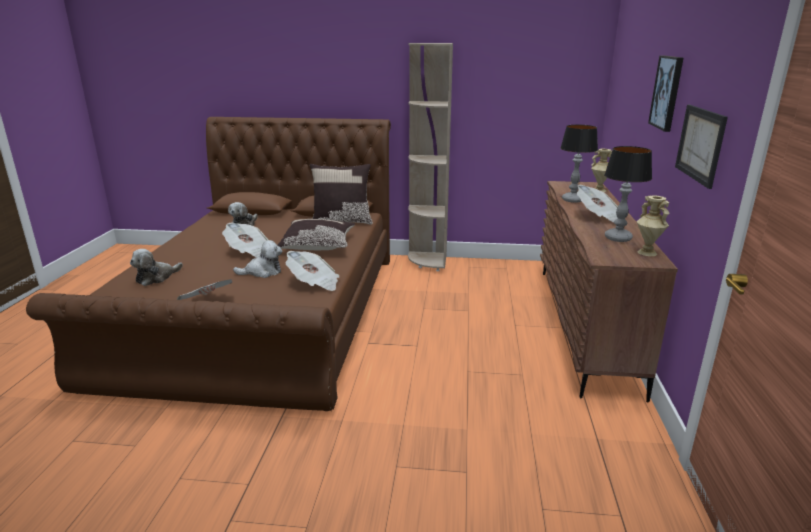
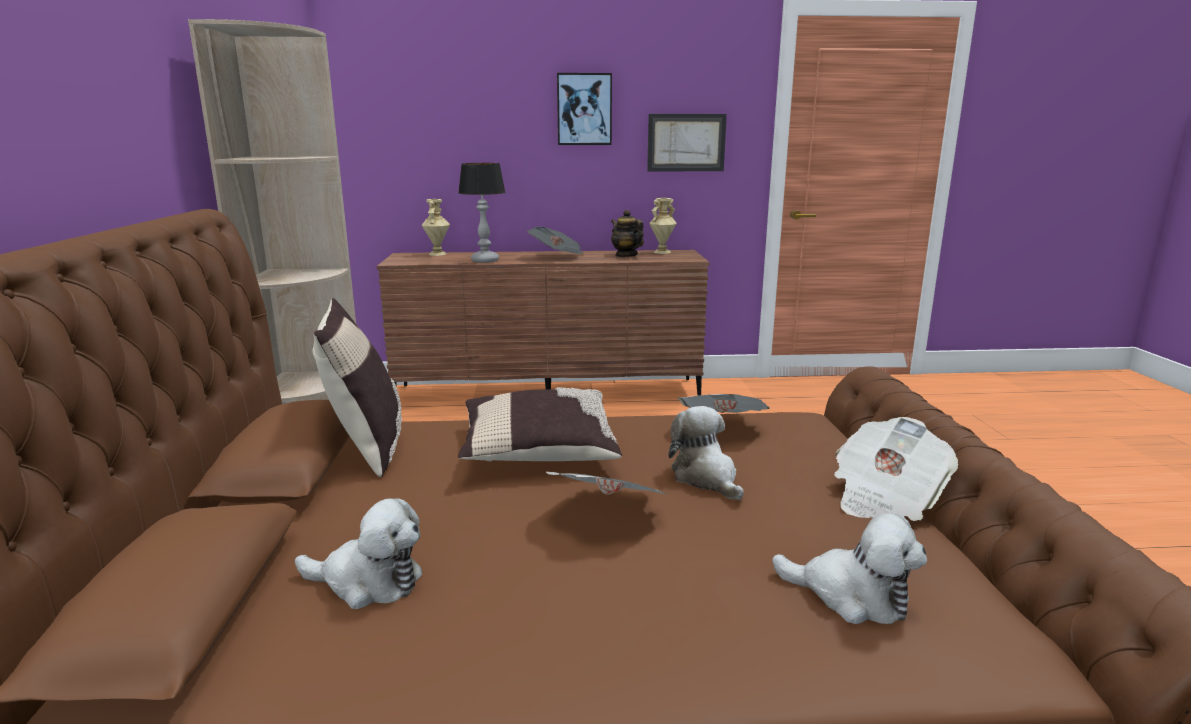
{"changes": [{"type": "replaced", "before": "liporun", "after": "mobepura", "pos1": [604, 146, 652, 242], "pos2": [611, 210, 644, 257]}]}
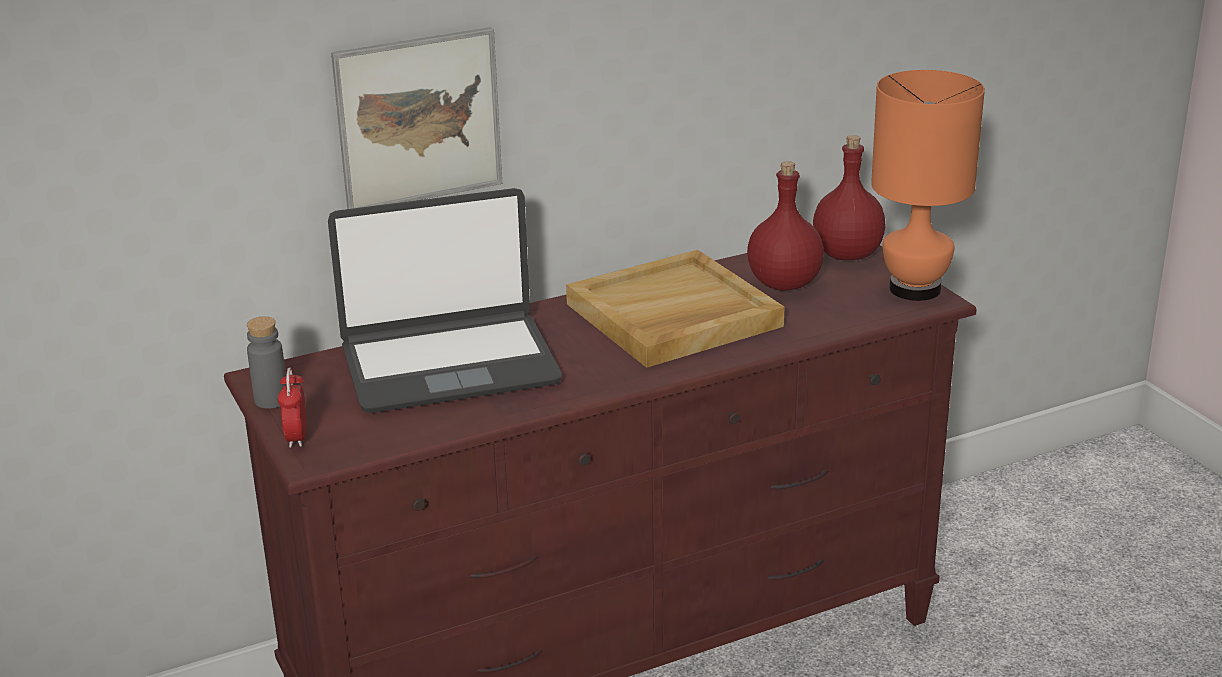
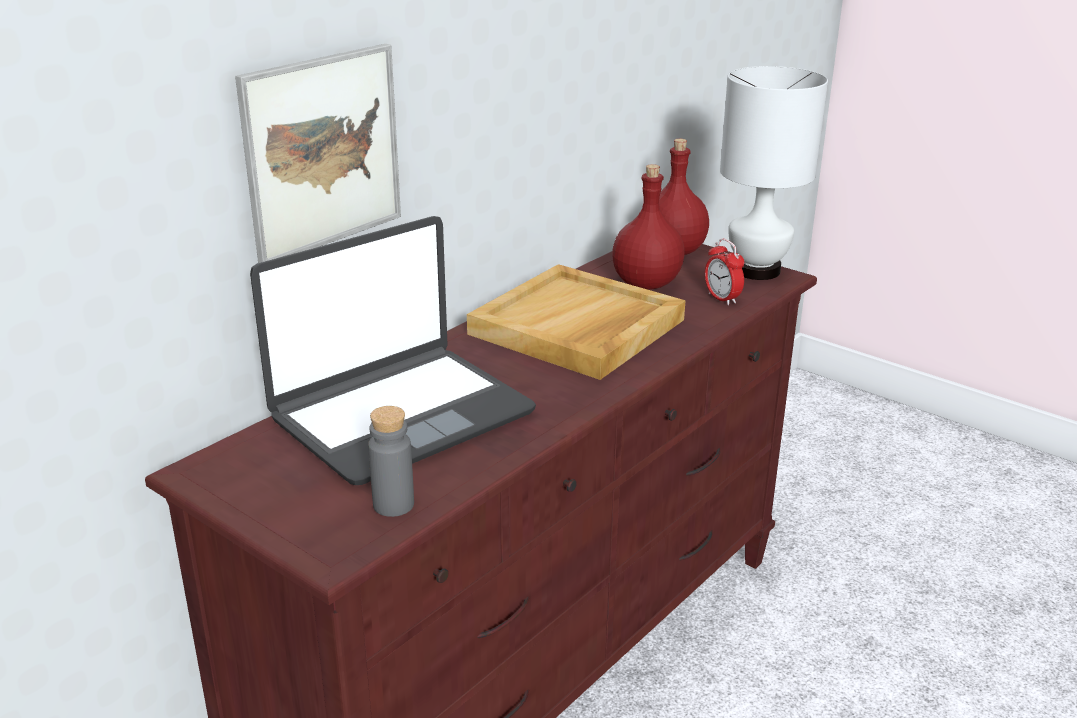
{"changes": [{"type": "moved", "before": "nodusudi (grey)", "pos1": [247, 317, 286, 409], "pos2": [368, 406, 414, 517]}, {"type": "moved", "before": "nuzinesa", "pos1": [278, 368, 306, 448], "pos2": [705, 239, 744, 305]}, {"type": "recoloured", "before": "liporun (orange)", "after": "liporun (white)", "pos1": [871, 70, 985, 301], "pos2": [720, 66, 828, 280]}]}
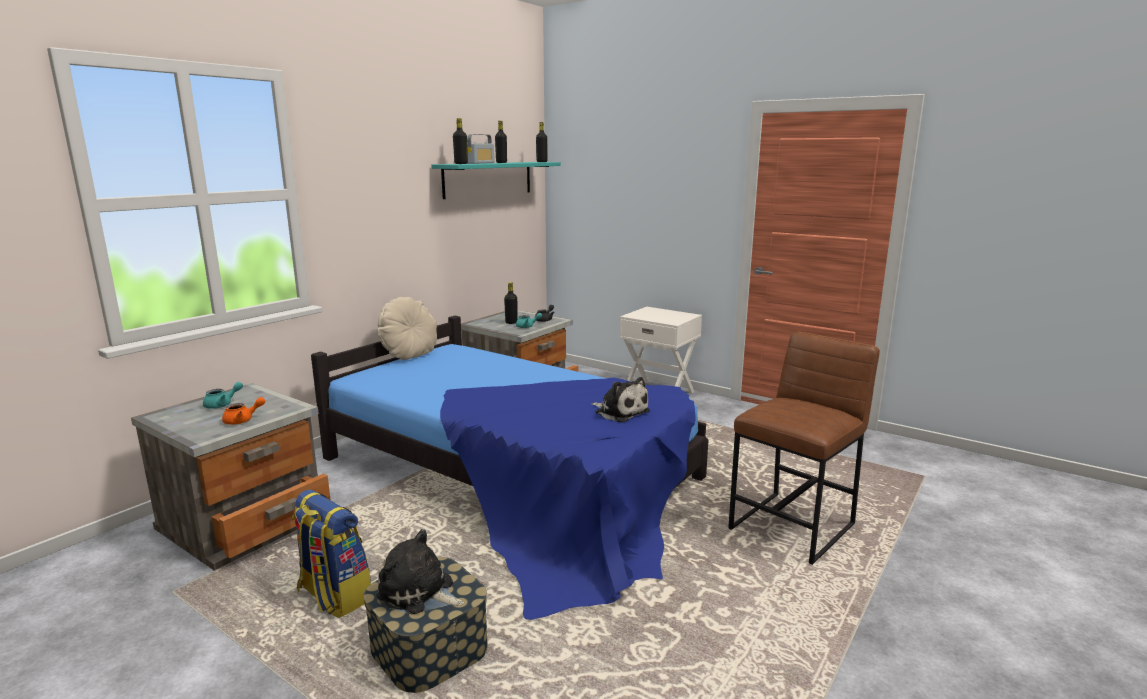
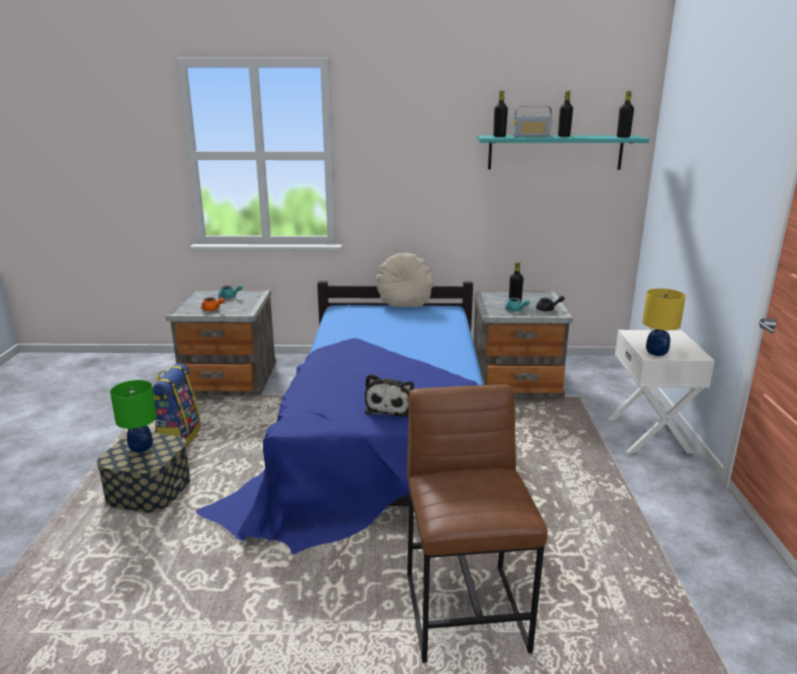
{"changes": [{"type": "replaced", "before": "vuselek", "after": "liporun (green)", "pos1": [376, 529, 464, 614], "pos2": [110, 380, 157, 453]}, {"type": "turned", "before": "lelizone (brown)", "pos1": [728, 332, 880, 565], "pos2": [407, 384, 548, 663], "turn": -105}, {"type": "added", "after": "liporun (yellow)", "pos2": [642, 288, 686, 356]}]}
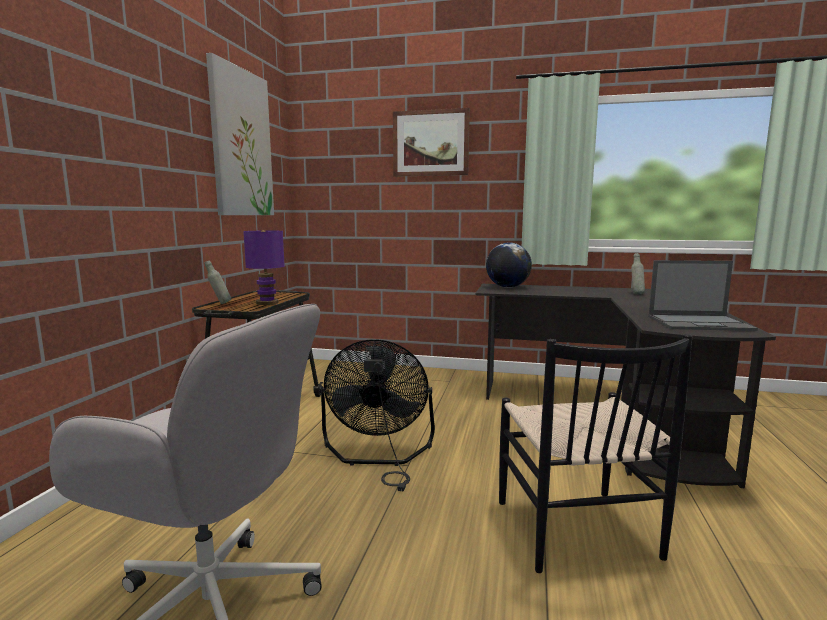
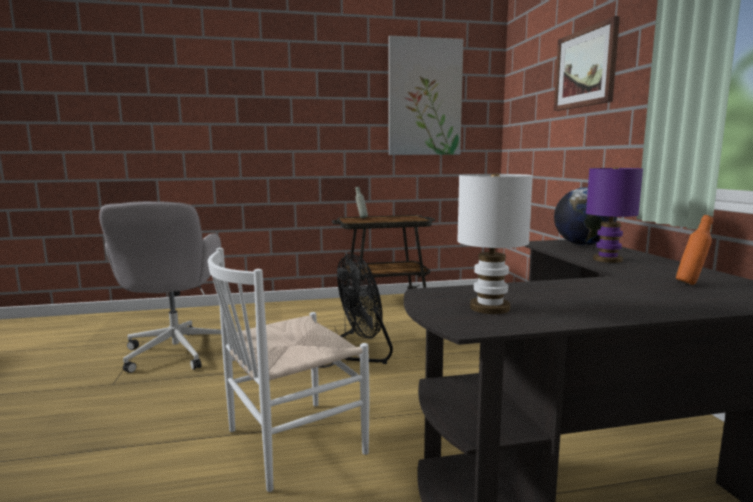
{"changes": [{"type": "recoloured", "before": "lelizone (black)", "after": "lelizone (white)", "pos1": [499, 334, 692, 573], "pos2": [208, 248, 369, 492]}, {"type": "replaced", "before": "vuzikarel", "after": "liporun (white)", "pos1": [648, 260, 758, 331], "pos2": [457, 174, 533, 314]}, {"type": "moved", "before": "liporun (purple)", "pos1": [243, 230, 285, 305], "pos2": [586, 167, 643, 263]}, {"type": "recoloured", "before": "nodusudi (grey)", "after": "nodusudi (orange)", "pos1": [631, 253, 645, 294], "pos2": [676, 215, 713, 285]}]}
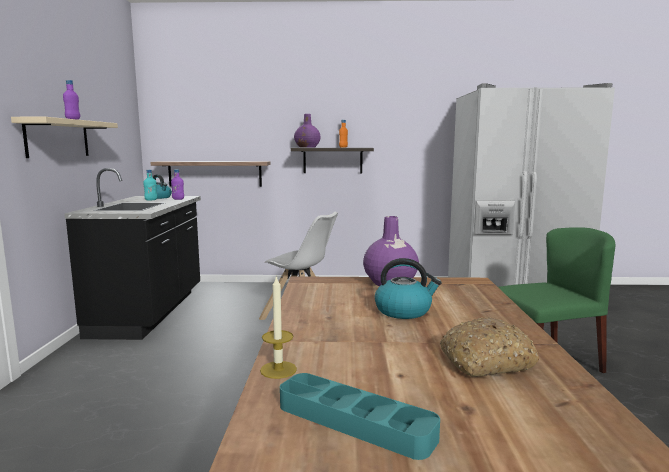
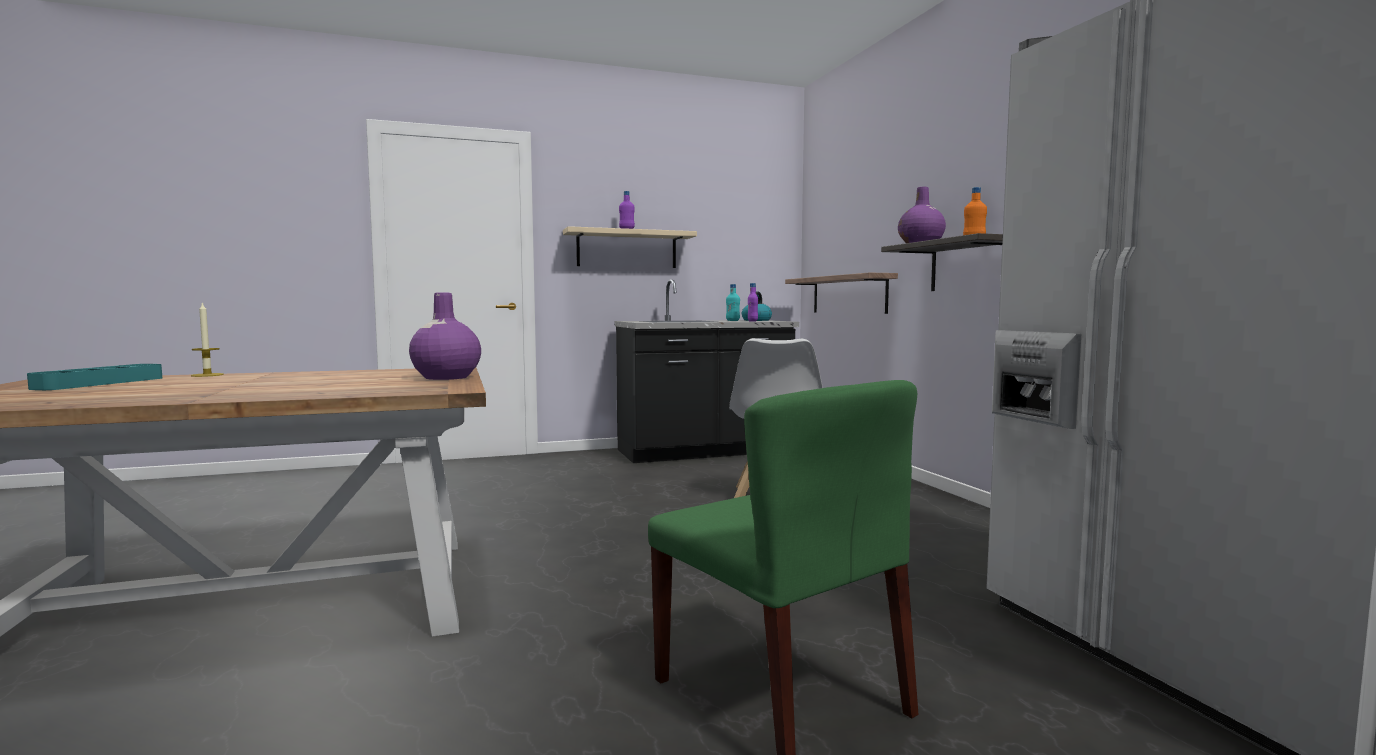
{"changes": [{"type": "removed", "before": "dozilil", "pos1": [375, 258, 442, 319]}, {"type": "removed", "before": "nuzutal", "pos1": [440, 317, 539, 377]}]}
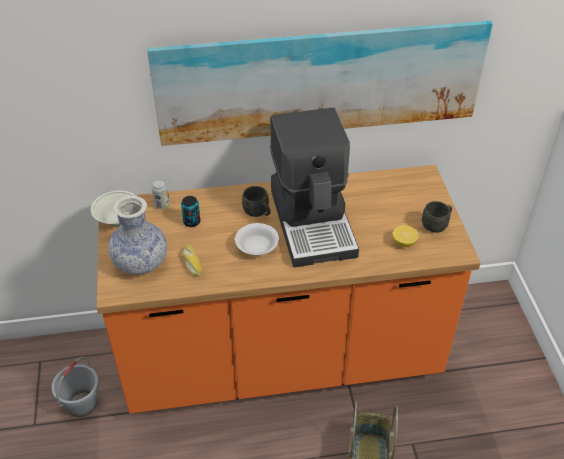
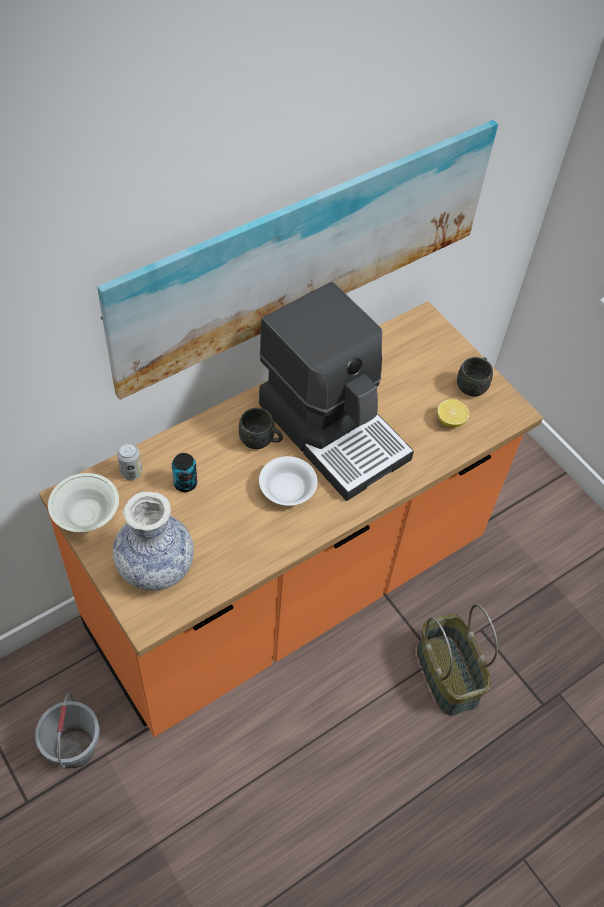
{"changes": [{"type": "removed", "before": "nuzutal", "pos1": [183, 245, 203, 277]}]}
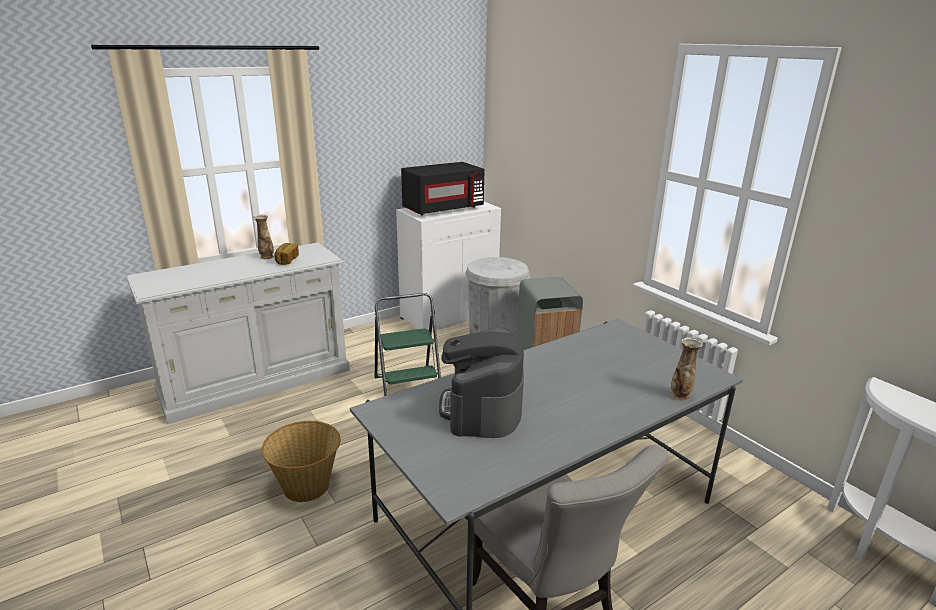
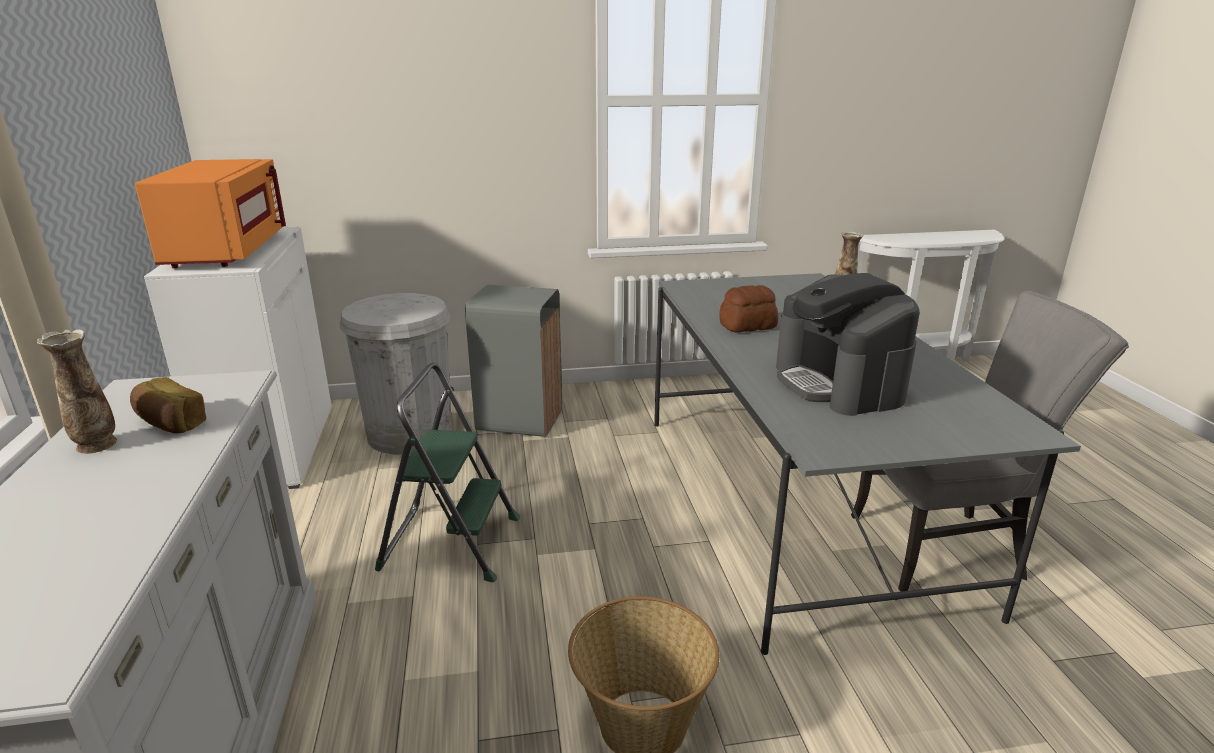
{"changes": [{"type": "recoloured", "before": "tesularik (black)", "after": "tesularik (orange)", "pos1": [401, 162, 485, 215], "pos2": [135, 159, 286, 268]}, {"type": "added", "after": "nuzutal", "pos2": [719, 285, 778, 333]}, {"type": "turned", "before": "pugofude", "pos1": [439, 327, 524, 438], "pos2": [776, 273, 920, 416], "turn": 45}]}
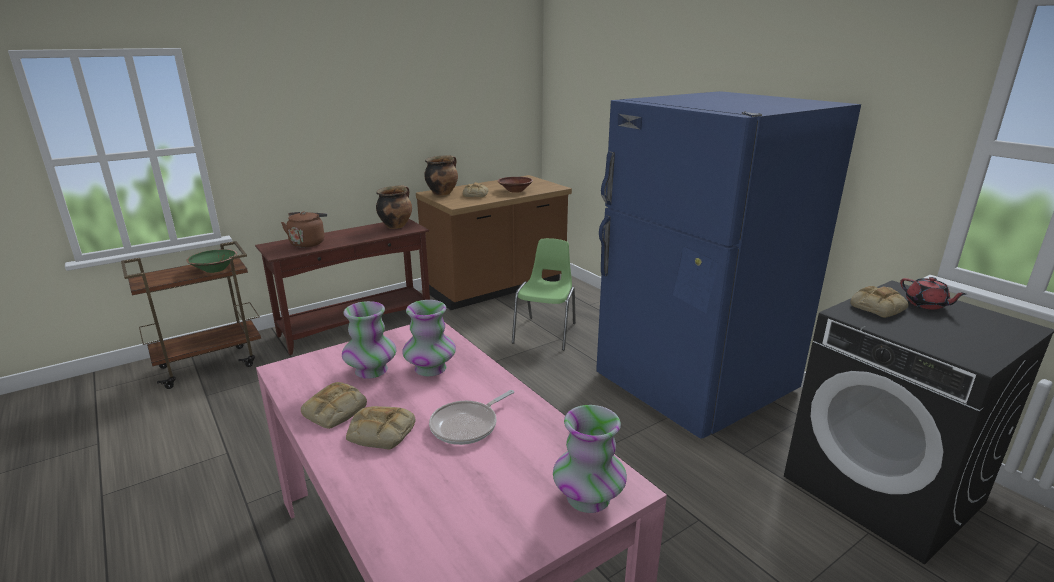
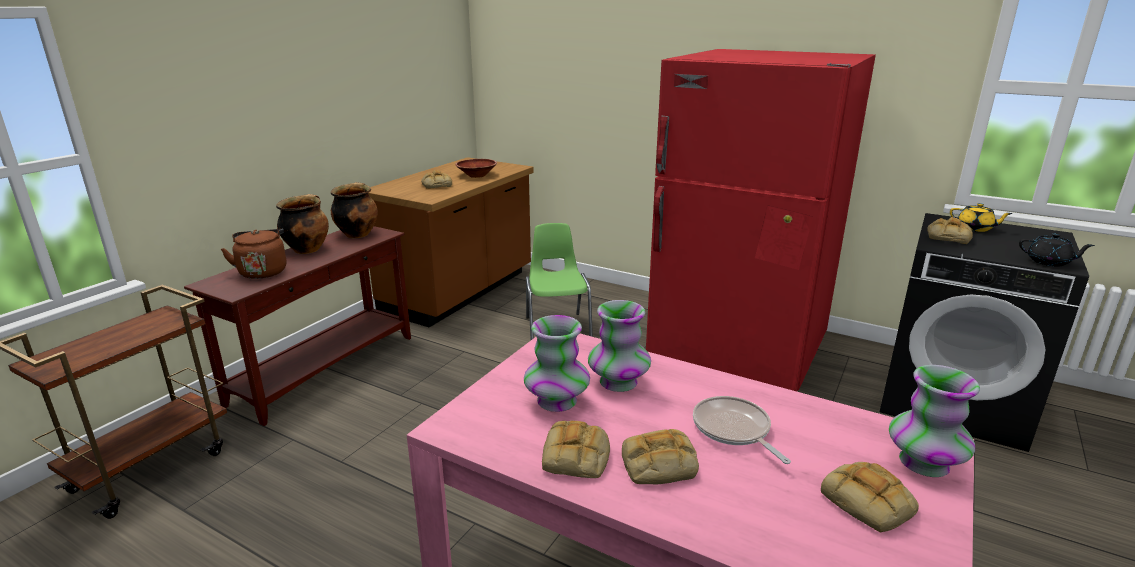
{"changes": [{"type": "moved", "before": "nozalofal", "pos1": [424, 155, 458, 196], "pos2": [276, 194, 329, 254]}, {"type": "recoloured", "before": "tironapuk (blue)", "after": "tironapuk (red)", "pos1": [596, 91, 861, 439], "pos2": [646, 49, 876, 391]}, {"type": "turned", "before": "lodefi", "pos1": [429, 390, 514, 445], "pos2": [693, 396, 791, 464], "turn": 135}, {"type": "added", "after": "nuzutal", "pos2": [821, 462, 919, 533]}, {"type": "recoloured", "before": "mobepura (red)", "after": "mobepura (yellow)", "pos1": [900, 277, 967, 310], "pos2": [950, 203, 1013, 232]}, {"type": "added", "after": "mobepura (black)", "pos2": [1019, 233, 1095, 267]}, {"type": "removed", "before": "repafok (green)", "pos1": [186, 249, 237, 273]}]}
